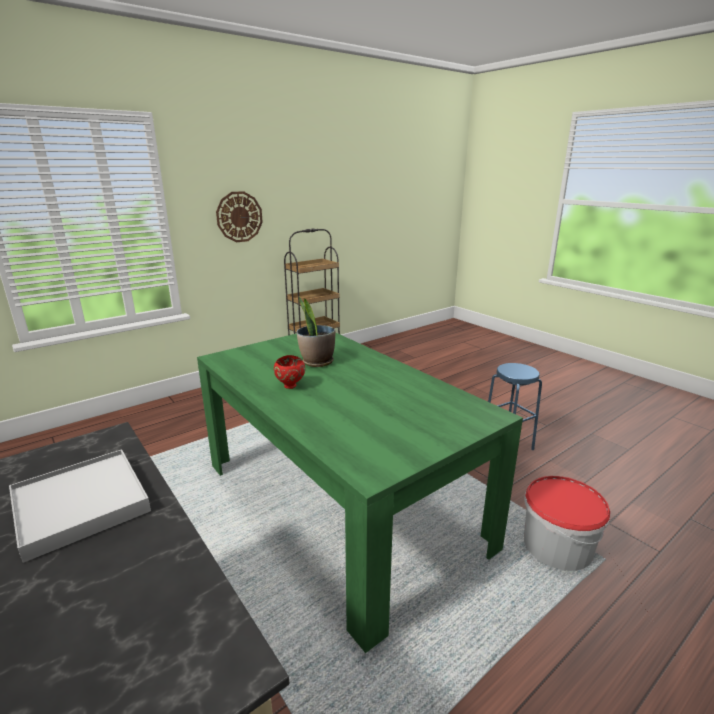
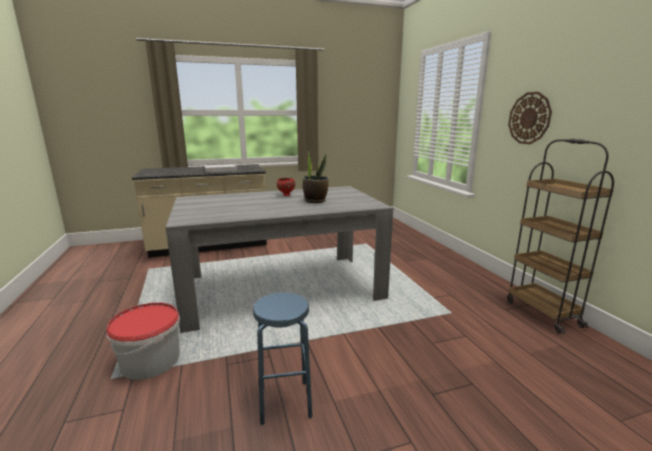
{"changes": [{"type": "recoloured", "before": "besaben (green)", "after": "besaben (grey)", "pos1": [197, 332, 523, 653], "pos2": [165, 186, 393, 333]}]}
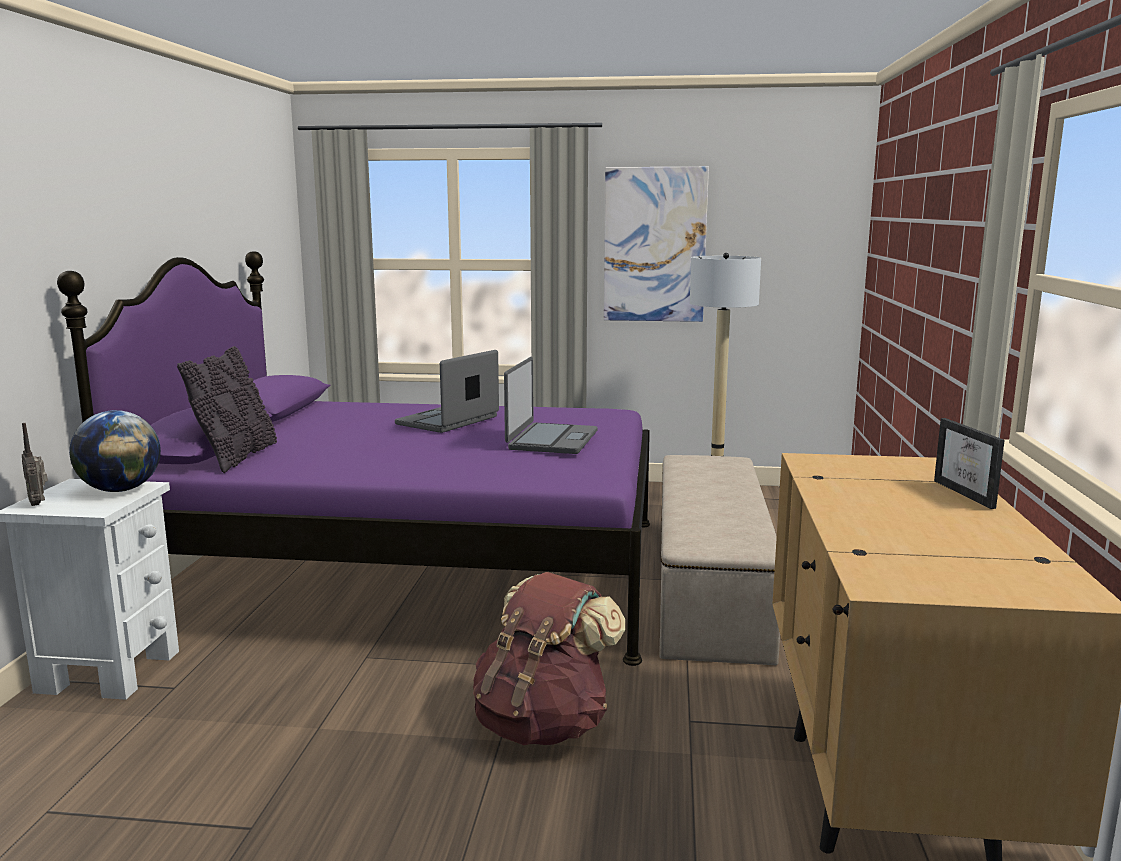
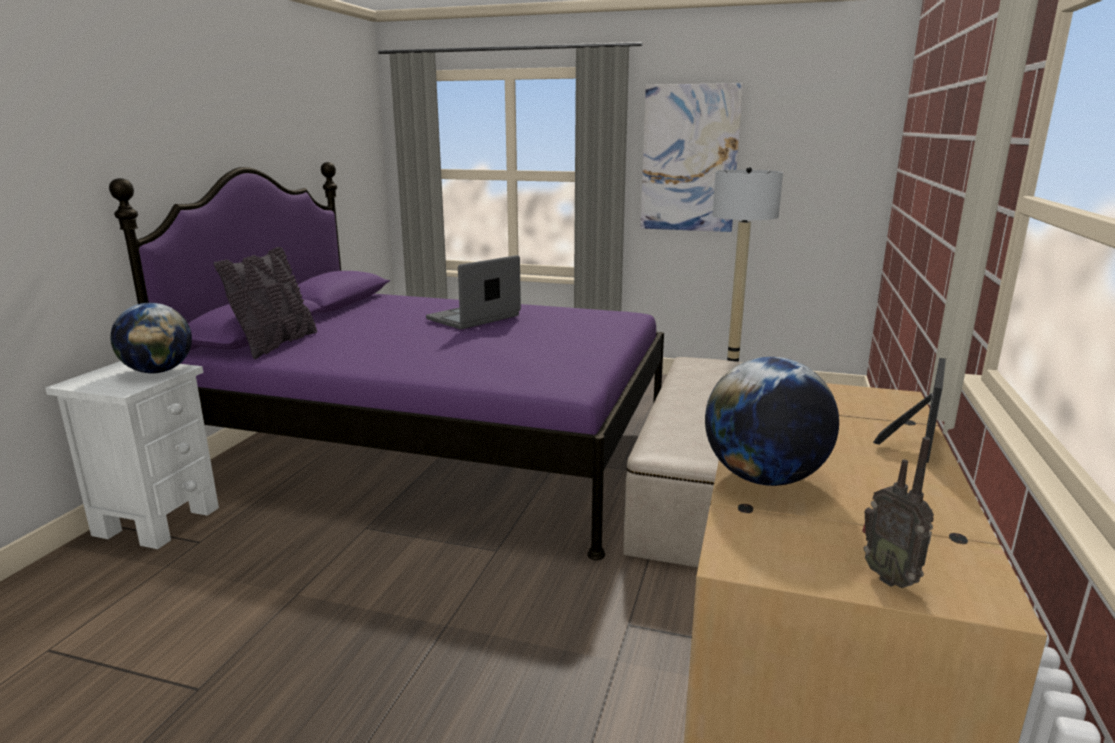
{"changes": [{"type": "added", "after": "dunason", "pos2": [705, 357, 839, 486]}, {"type": "moved", "before": "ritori", "pos1": [22, 423, 48, 506], "pos2": [862, 437, 934, 588]}, {"type": "turned", "before": "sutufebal", "pos1": [934, 418, 1005, 509], "pos2": [873, 358, 946, 463], "turn": -150}, {"type": "removed", "before": "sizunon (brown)", "pos1": [473, 572, 625, 745]}, {"type": "removed", "before": "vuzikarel", "pos1": [504, 357, 598, 454]}]}
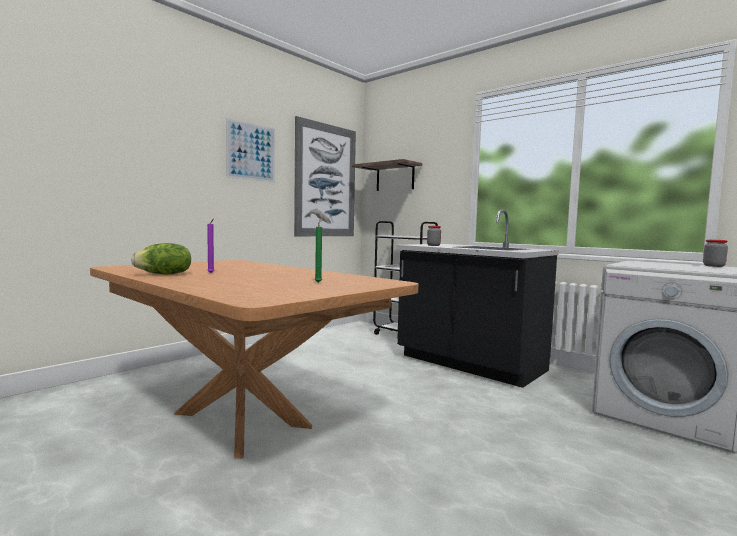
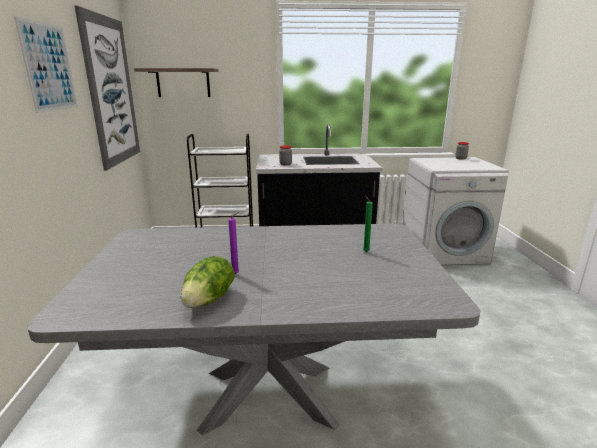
{"changes": [{"type": "recoloured", "before": "besaben (brown)", "after": "besaben (grey)", "pos1": [90, 260, 418, 458], "pos2": [28, 224, 480, 435]}]}
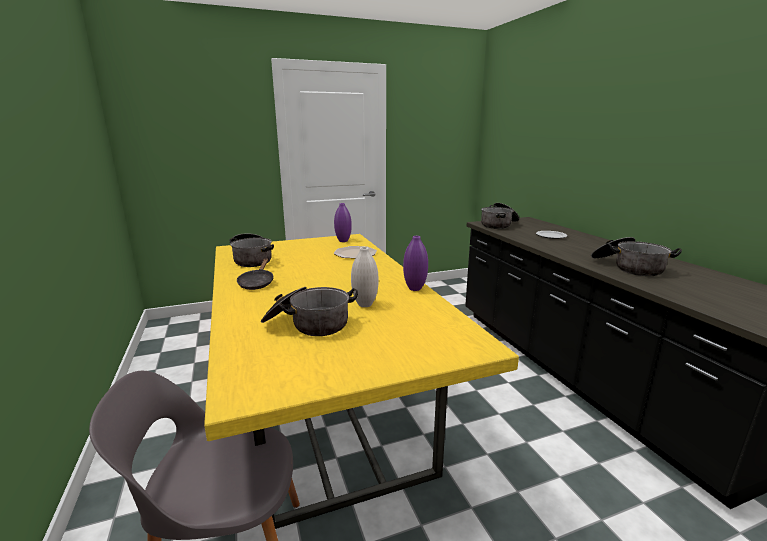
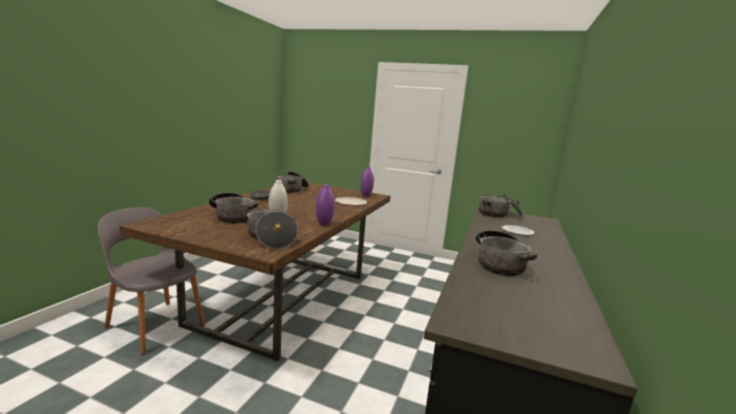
{"changes": [{"type": "recoloured", "before": "besaben (yellow)", "after": "besaben (brown)", "pos1": [204, 234, 519, 529], "pos2": [120, 183, 390, 361]}, {"type": "added", "after": "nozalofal", "pos2": [243, 209, 298, 249]}]}
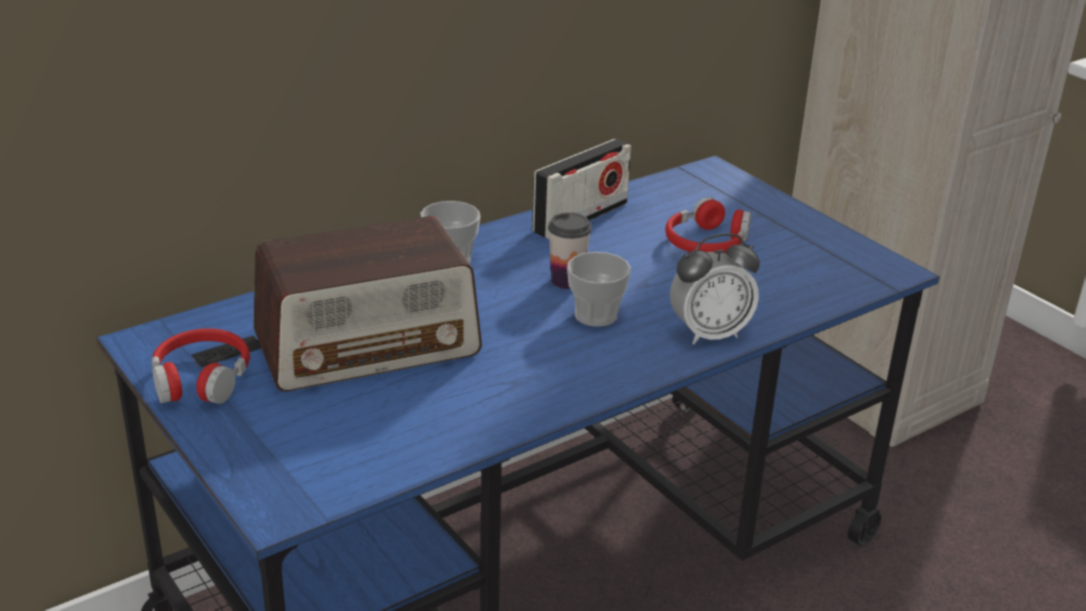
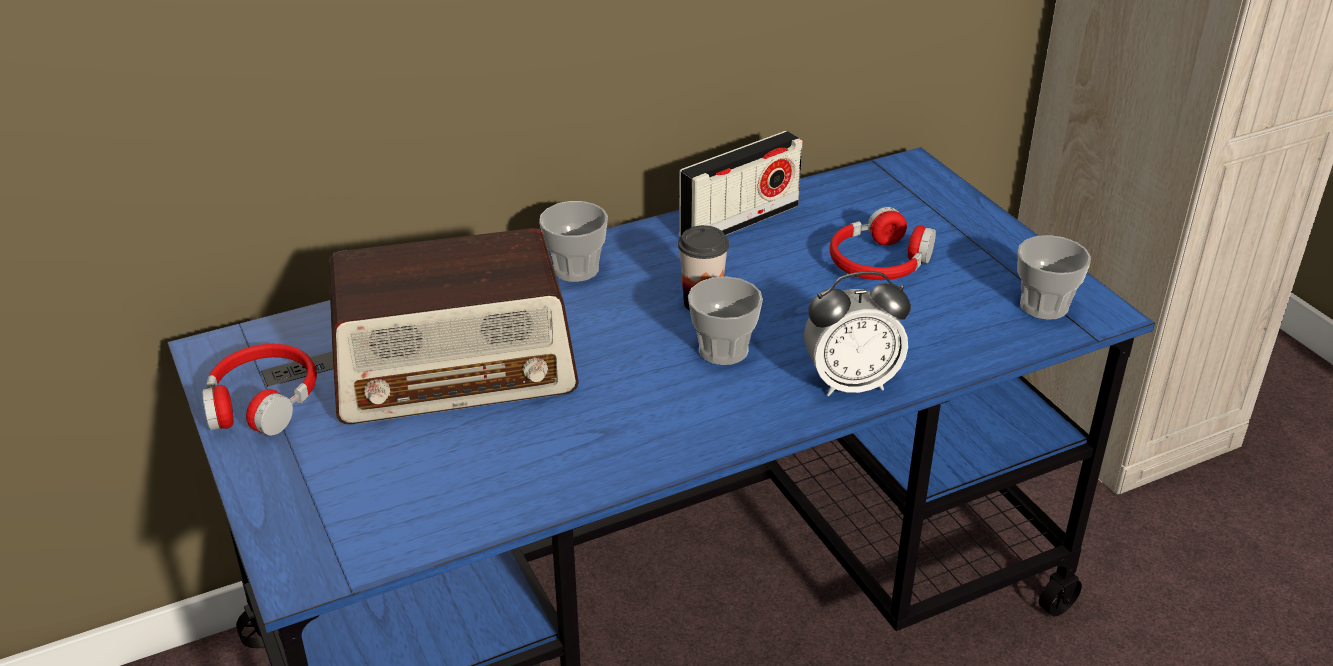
{"changes": [{"type": "added", "after": "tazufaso", "pos2": [1018, 235, 1091, 320]}]}
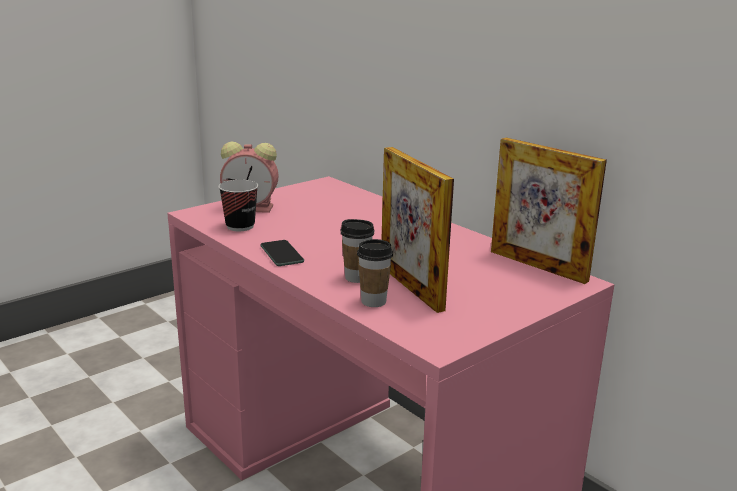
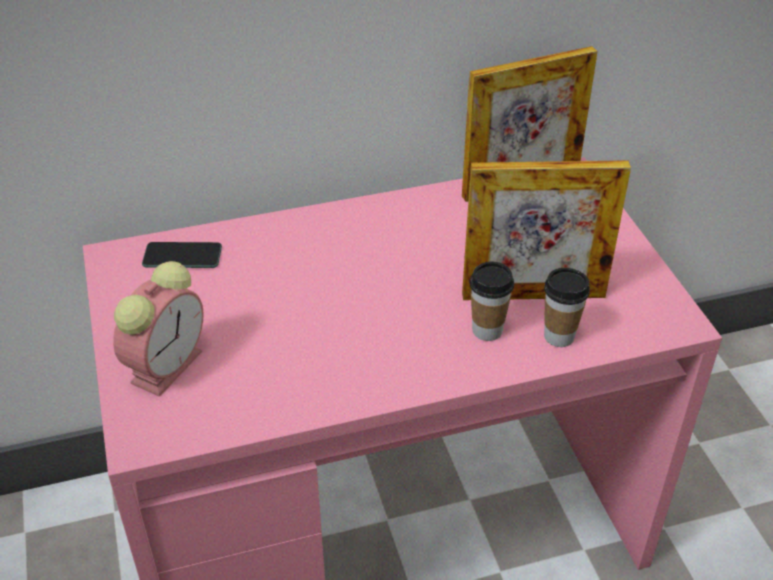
{"changes": [{"type": "moved", "before": "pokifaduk", "pos1": [260, 240, 304, 266], "pos2": [142, 242, 222, 268]}, {"type": "removed", "before": "tazufaso", "pos1": [218, 180, 258, 231]}]}
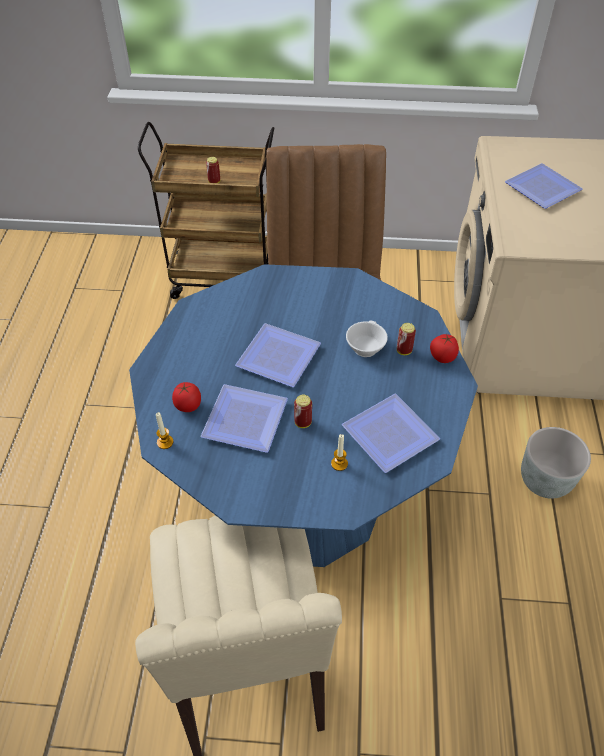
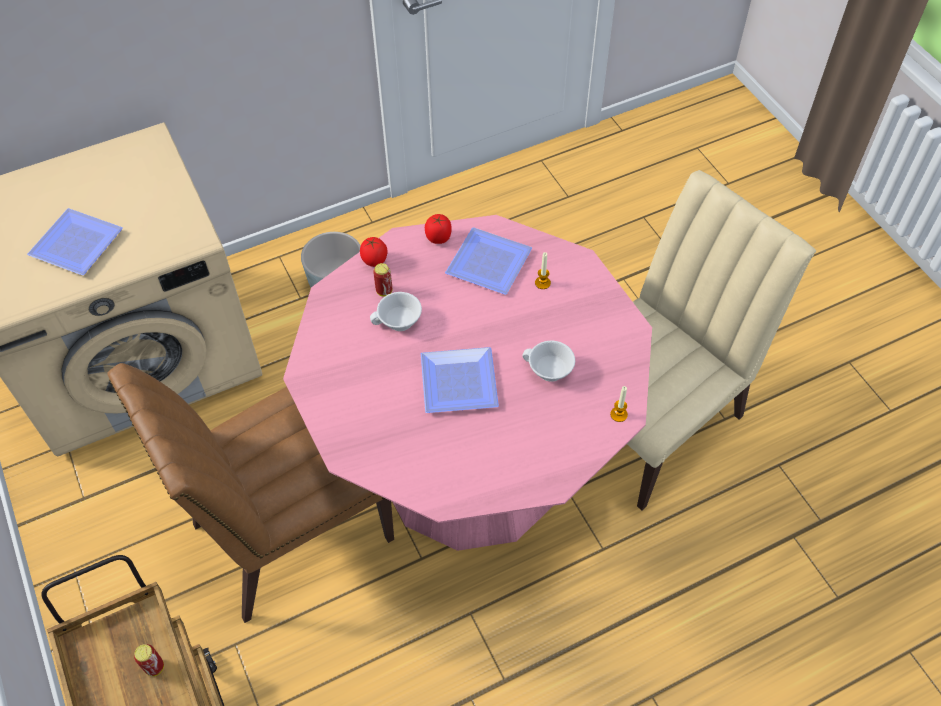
{"changes": [{"type": "recoloured", "before": "besaben (blue)", "after": "besaben (pink)", "pos1": [129, 264, 478, 567], "pos2": [283, 215, 652, 551]}, {"type": "moved", "before": "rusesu", "pos1": [172, 382, 201, 412], "pos2": [425, 214, 452, 244]}, {"type": "replaced", "before": "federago", "after": "tazufaso (white)", "pos1": [200, 384, 288, 453], "pos2": [522, 341, 575, 382]}, {"type": "removed", "before": "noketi", "pos1": [294, 395, 312, 428]}]}
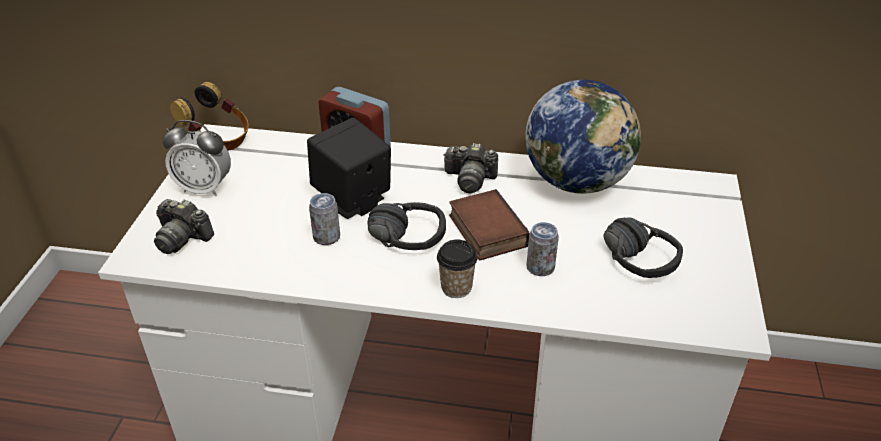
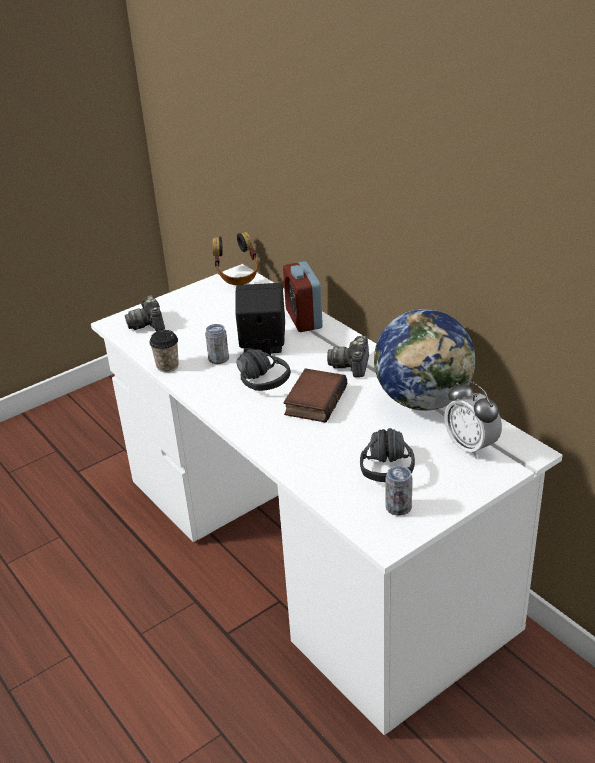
{"changes": [{"type": "moved", "before": "tazufaso", "pos1": [437, 240, 478, 298], "pos2": [149, 330, 179, 372]}, {"type": "turned", "before": "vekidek", "pos1": [443, 143, 498, 193], "pos2": [327, 336, 369, 377], "turn": 45}, {"type": "moved", "before": "noketi", "pos1": [526, 222, 559, 276], "pos2": [386, 466, 413, 516]}, {"type": "moved", "before": "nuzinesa", "pos1": [163, 120, 231, 196], "pos2": [444, 380, 502, 458]}]}
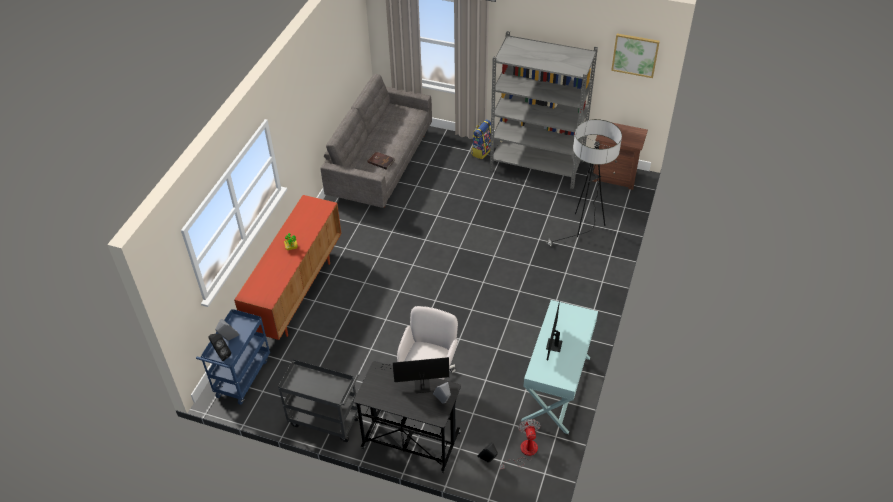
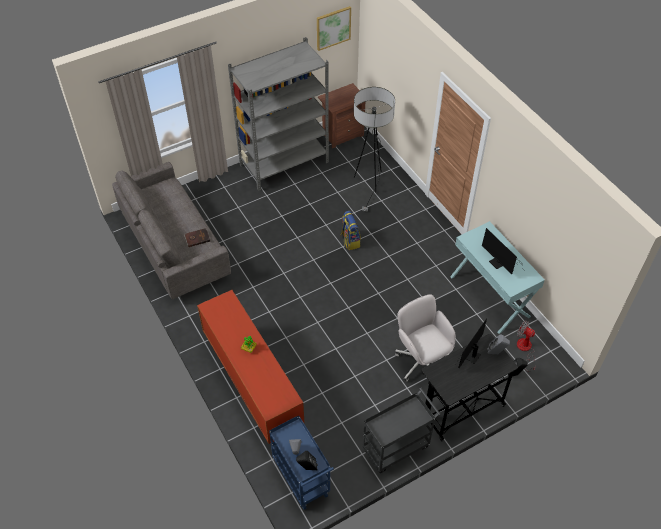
{"changes": [{"type": "moved", "before": "sizunon", "pos1": [471, 119, 493, 159], "pos2": [340, 211, 361, 250]}]}
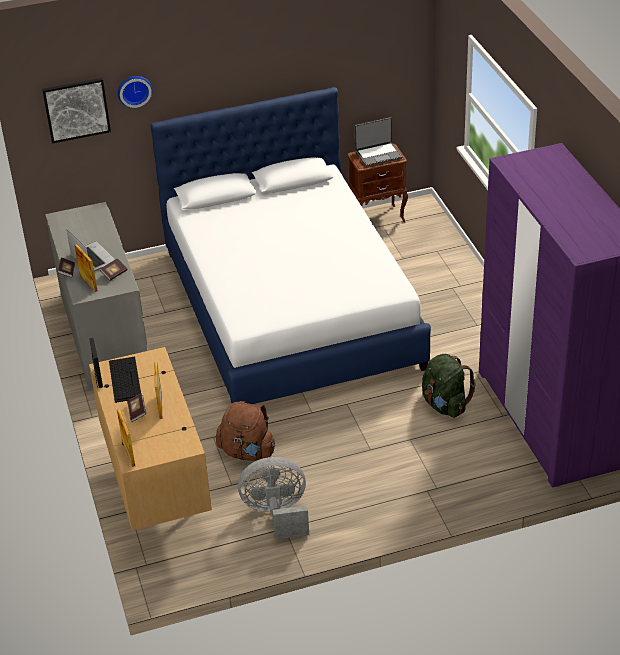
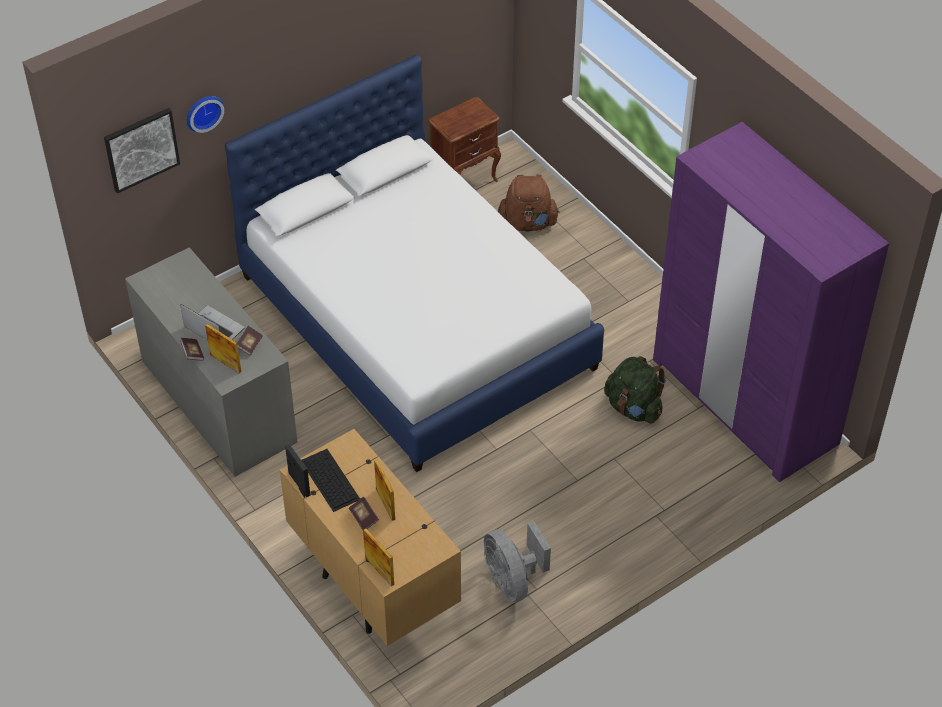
{"changes": [{"type": "turned", "before": "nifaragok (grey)", "pos1": [238, 457, 309, 539], "pos2": [484, 521, 551, 602], "turn": -90}, {"type": "moved", "before": "sizunon (brown)", "pos1": [216, 401, 275, 461], "pos2": [498, 175, 560, 232]}, {"type": "removed", "before": "vuzikarel", "pos1": [355, 117, 402, 167]}]}
